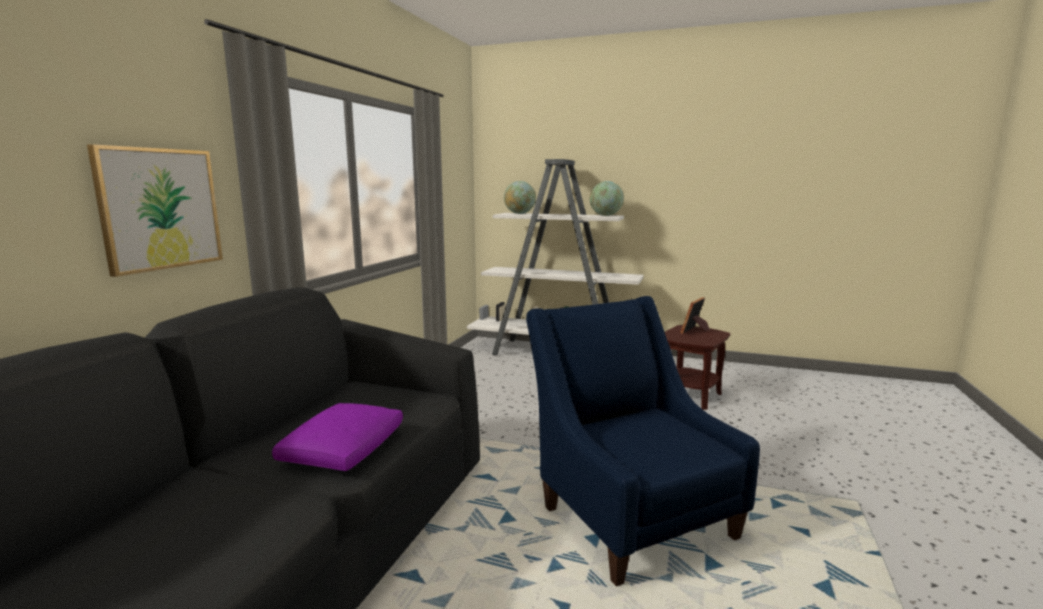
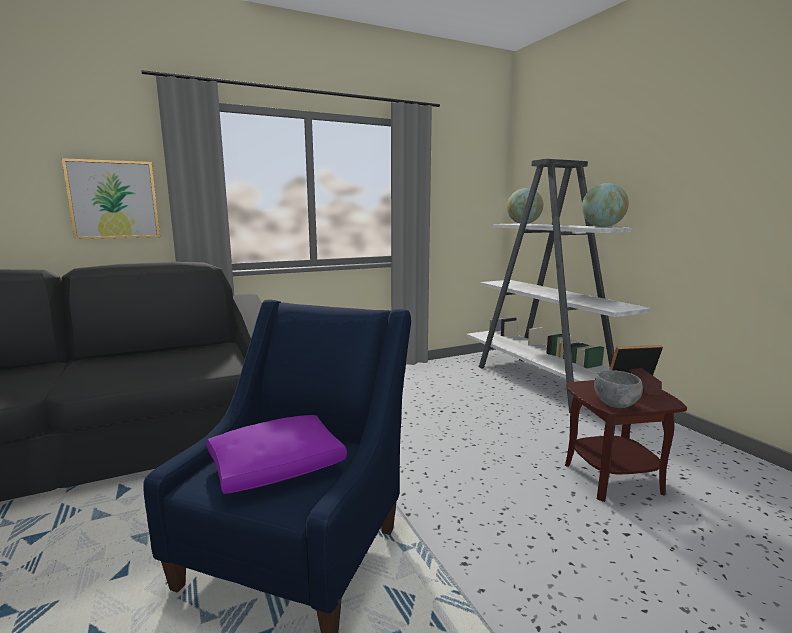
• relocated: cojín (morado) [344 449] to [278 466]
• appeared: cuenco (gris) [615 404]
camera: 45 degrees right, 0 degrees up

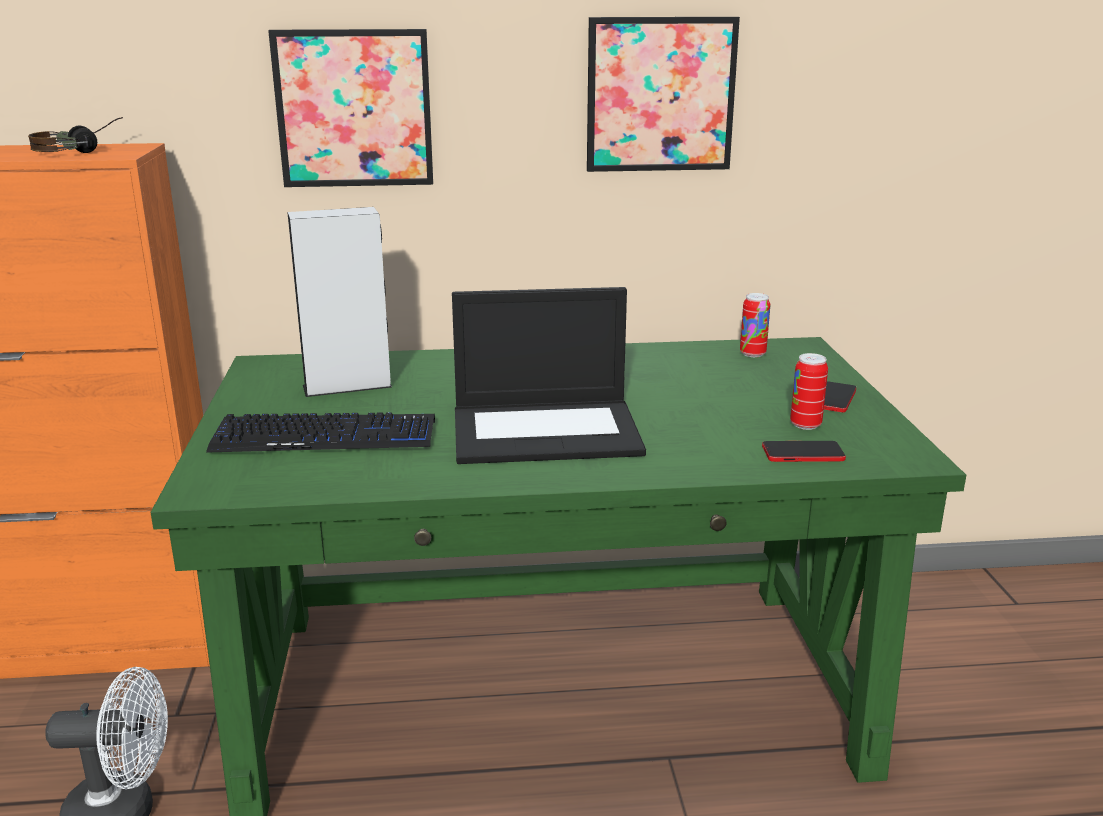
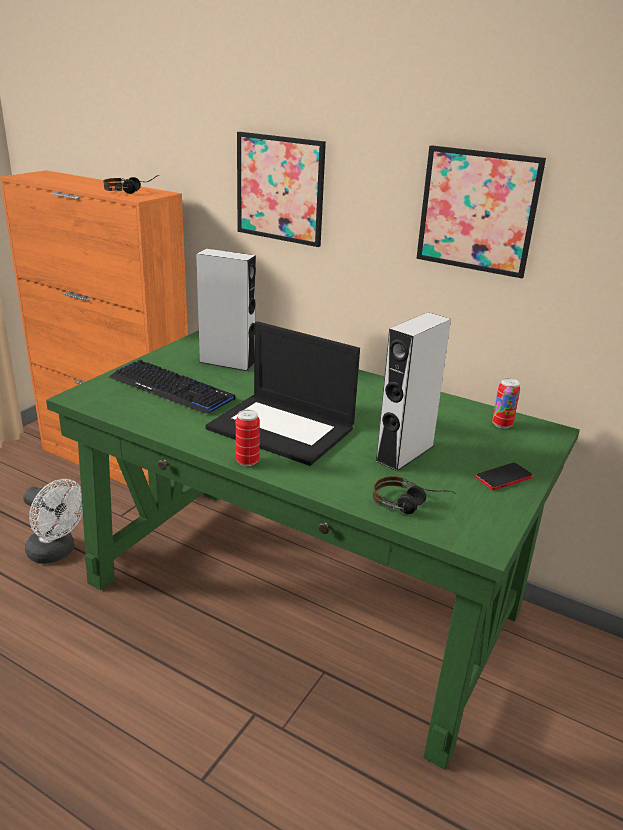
• exchanged: móvil [803 453] to auriculares [411 505]
• relocated: lata [805 425] to [247 461]
• appeared: altavoz (gris) [404 453]
camera: 35 degrees right, 5 degrees up

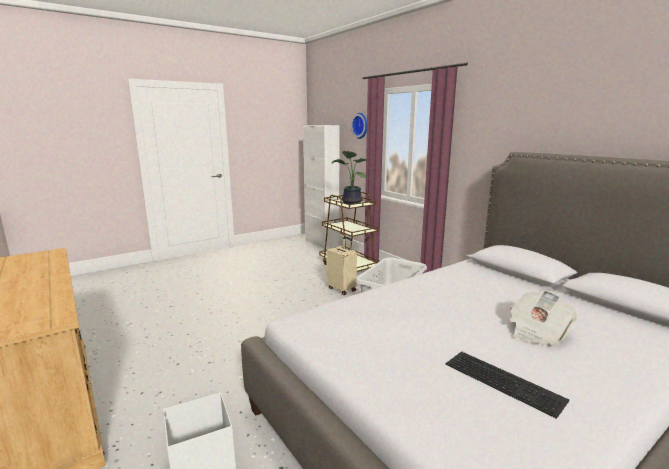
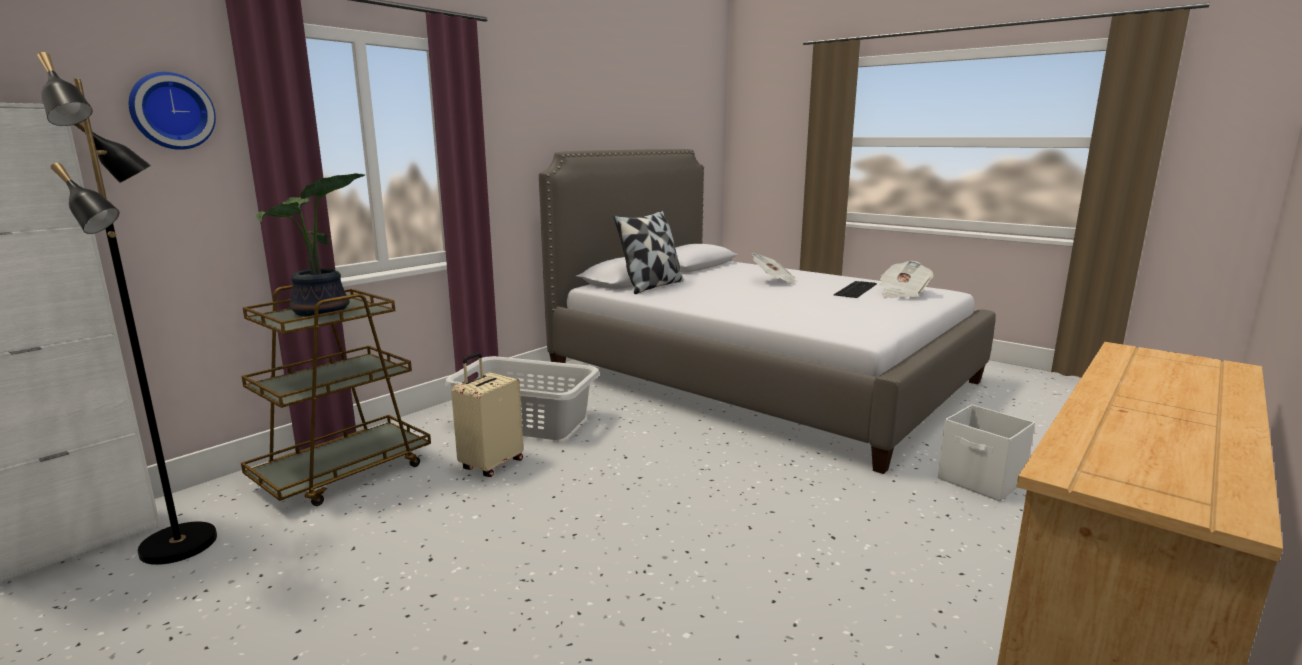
• appeared: lámpara de pie (negro) [181 545]
• appeared: cojín [651 286]
• appeared: periódico [902 294]
camera: 105 degrees left, 0 degrees up

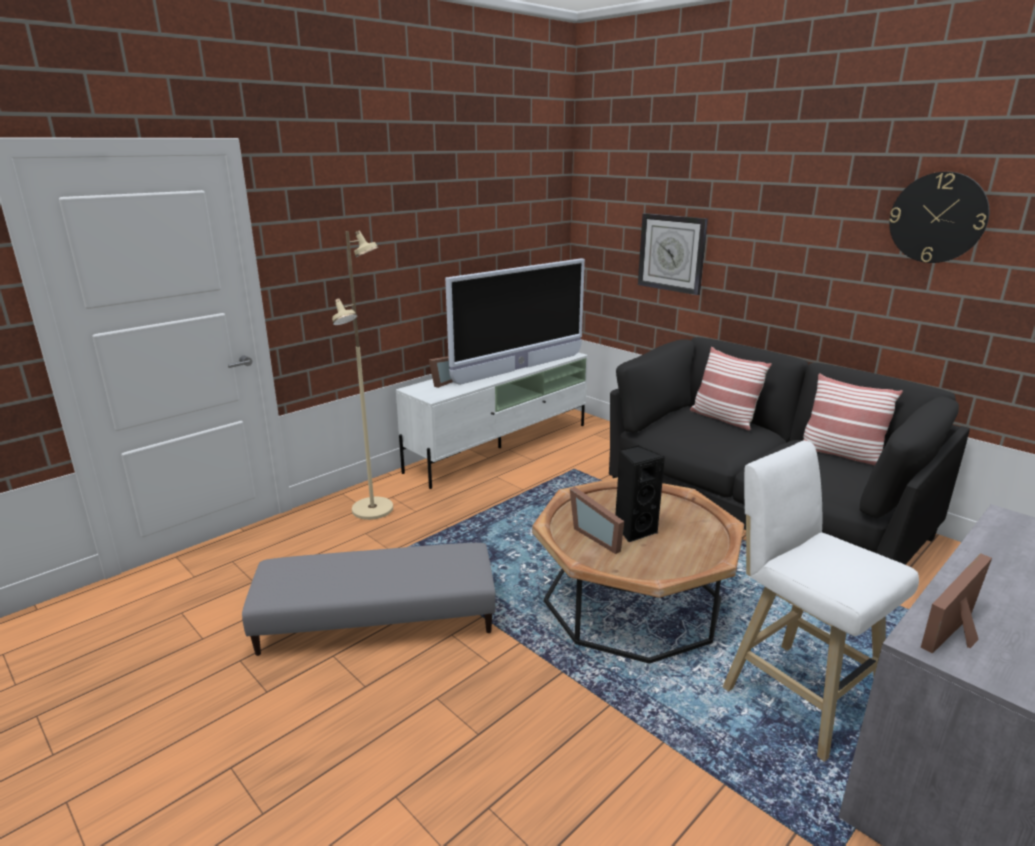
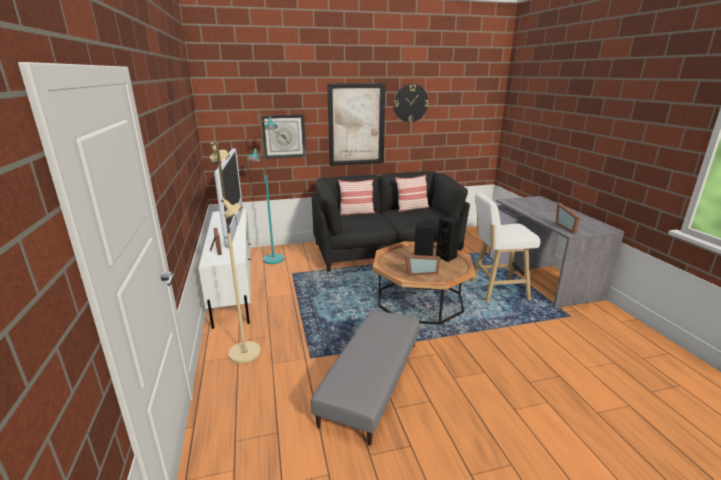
• appeared: lámpara de pie (turquesa) [273 259]
• appeared: cuadro [356 125]
• appeared: altavoz (negro) [447 257]
camera: 60 degrees left, 0 degrees up

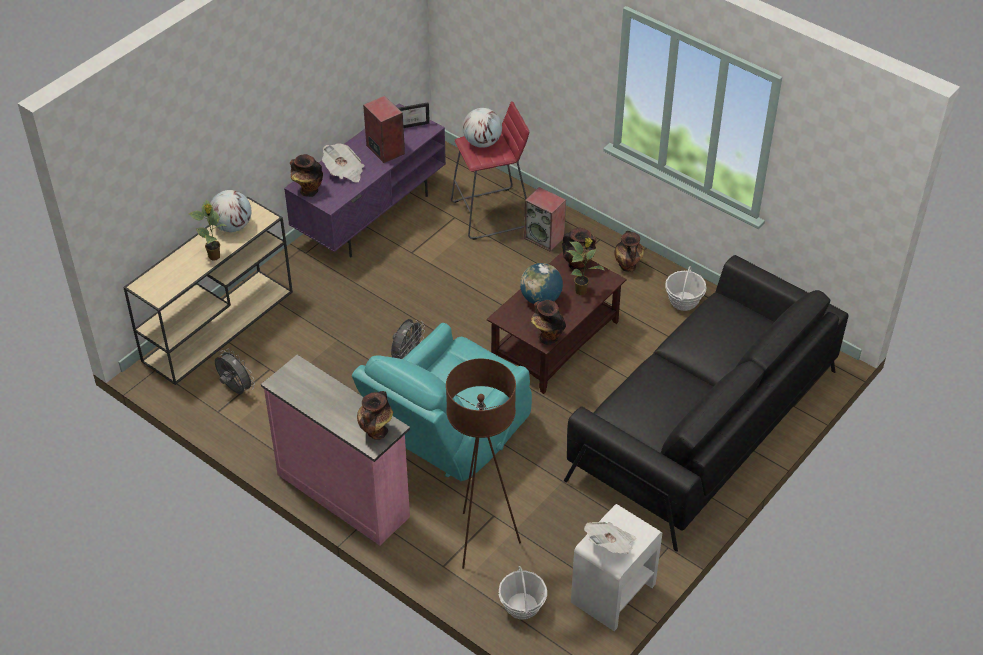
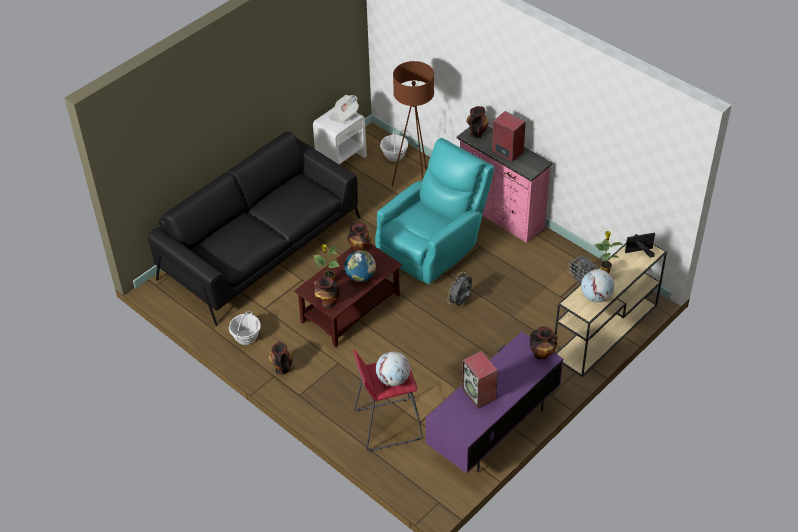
• missing: periódico [344 172]
• relocated: portarretratos [412 123] to [639 252]
• relocated: altavoz [544 238] to [507 151]
camera: 175 degrees left, 0 degrees up

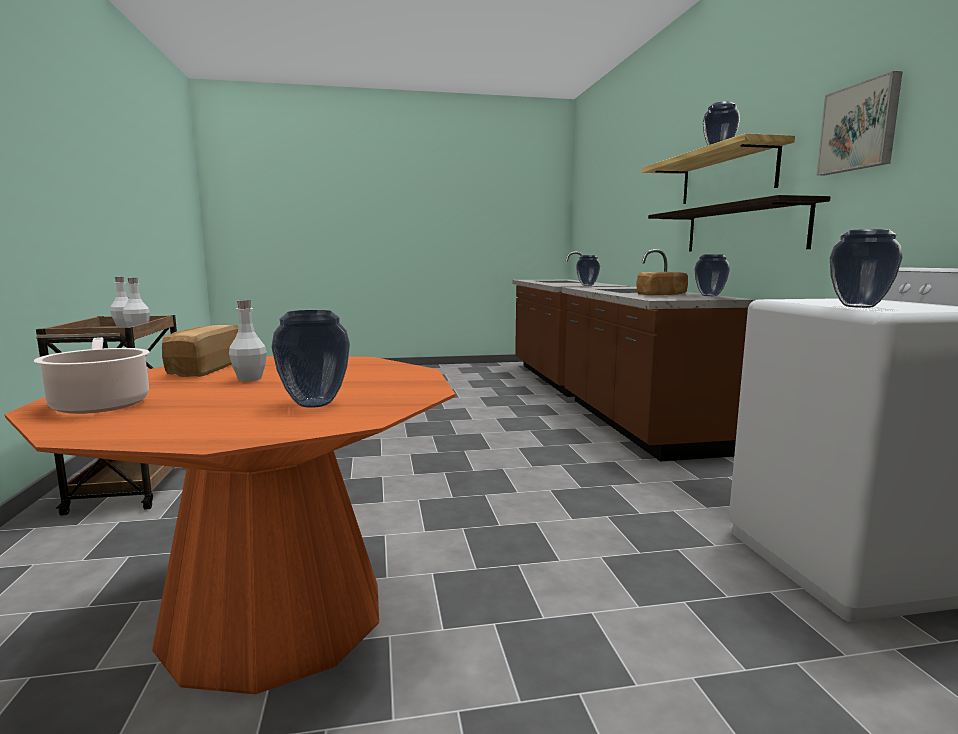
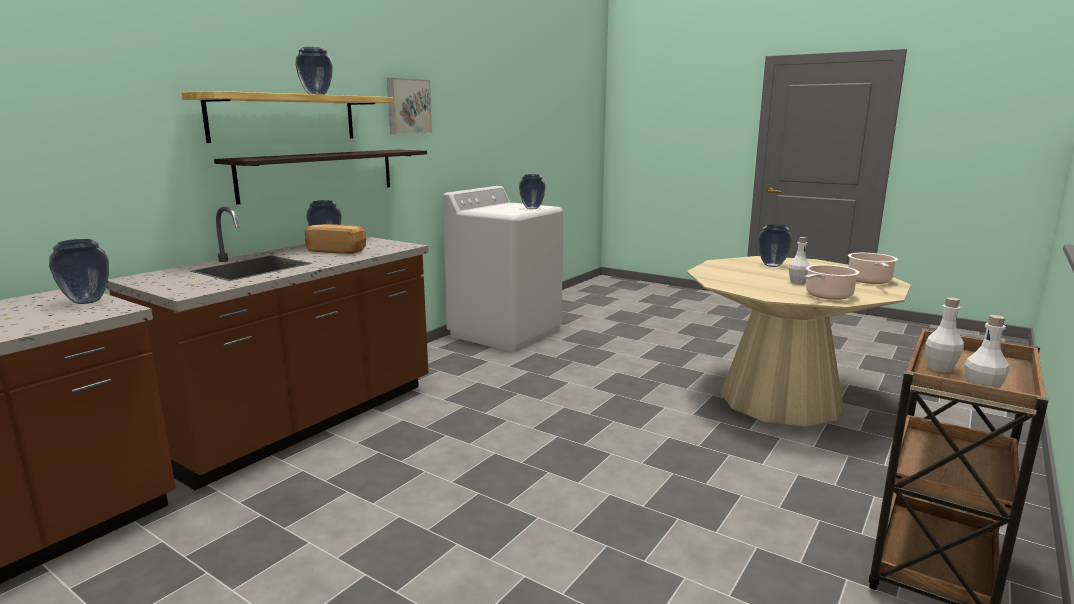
• colour: mesa de comedor (naranja) [274 614] to mesa de comedor (beis) [780 400]
• exchanged: pan [203 369] to olla [827 296]
camera: 135 degrees left, 5 degrees up

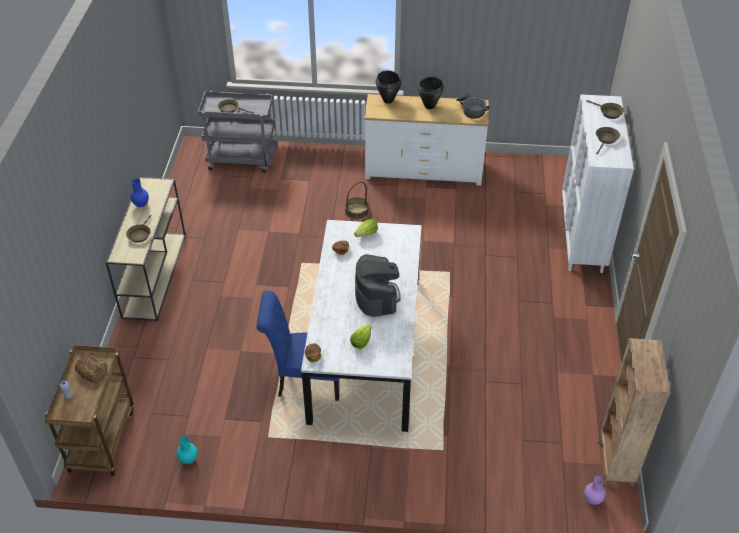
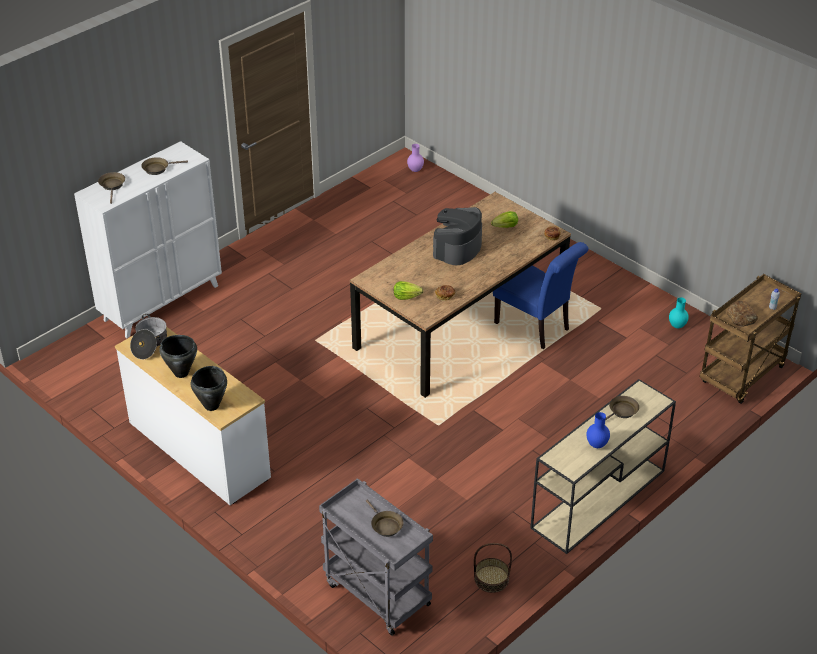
• colour: mesa de comedor (blanco) [365 347] to mesa de comedor (marrón) [460 325]
• relocated: cesta [356 211] to [491 579]
• missing: estantería (marrón) [614 464]
camera: 140 degrees left, 5 degrees down

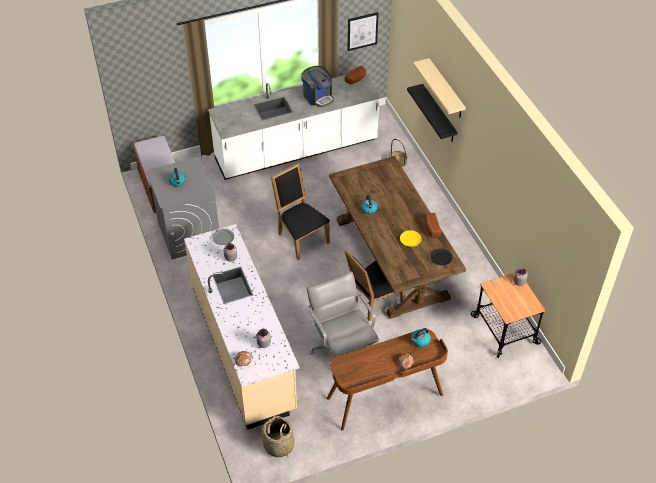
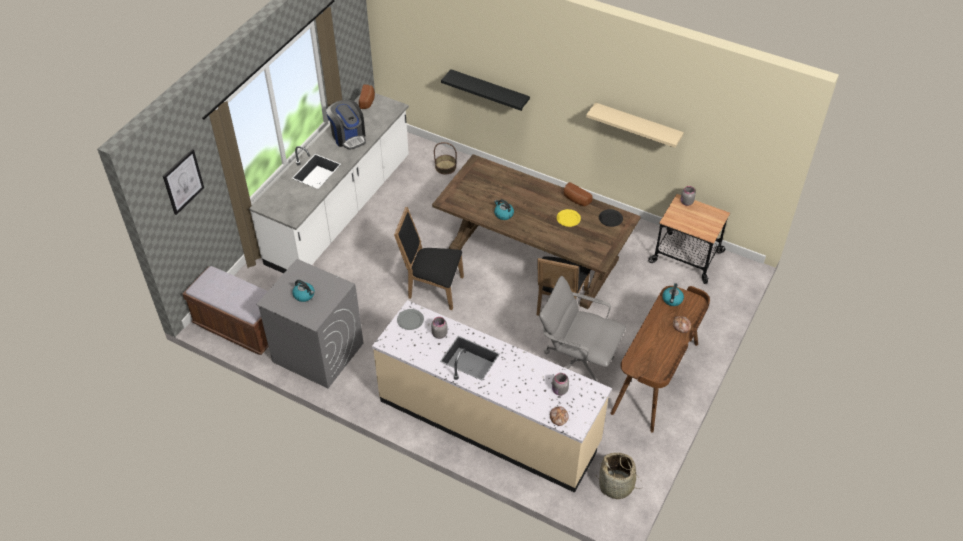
• spun: cafetera [317 96] = [348 136] 45 degrees clockwise
• relocated: cuadro [362 31] to [183 181]
• relocated: estante (beis) [446 89] to [637 125]
camera: 40 degrees left, 0 degrees up

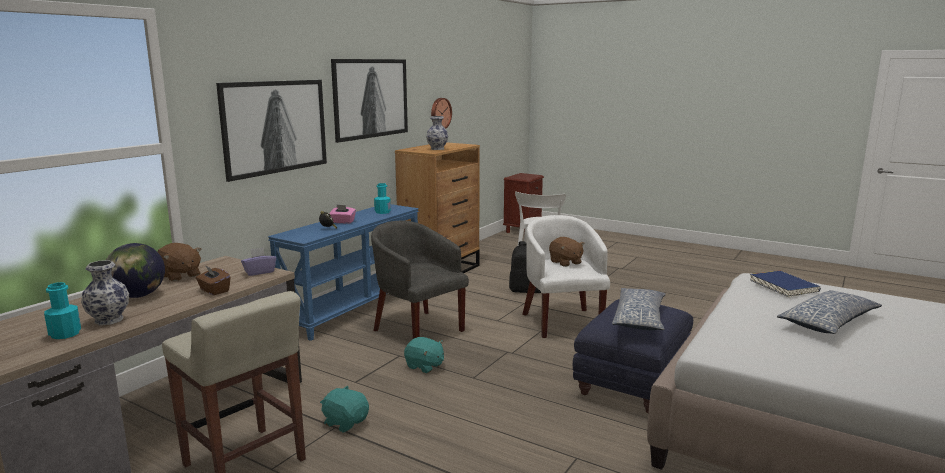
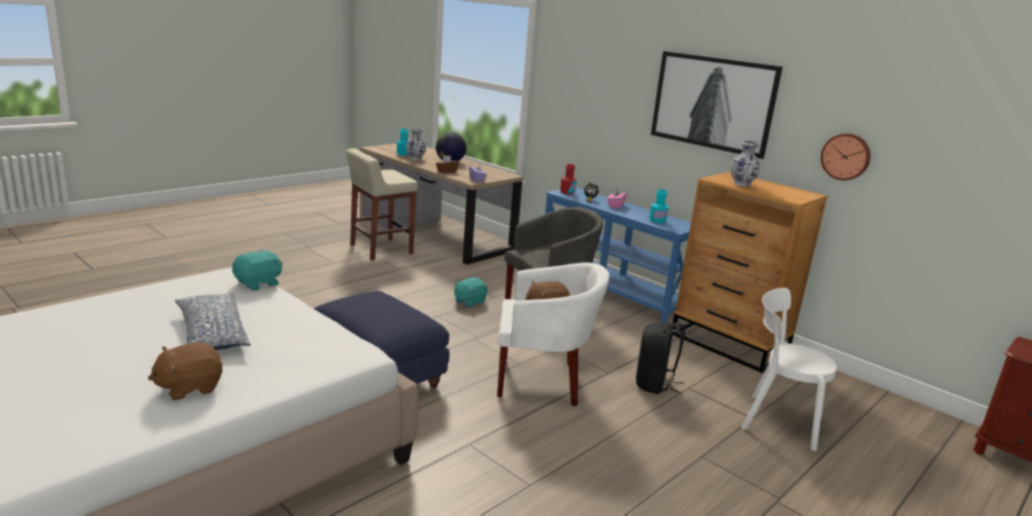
• relocated: peluche (marrón) [180 276] to [189 387]
• missing: cuadro [274 127]
• relocated: peluche (turquesa) [345 422] to [258 284]
• missing: cojín [639 318]
• missing: libro (azul) [783 286]
• appeared: botella (rojo) [567 192]
camera: 100 degrees right, 5 degrees up

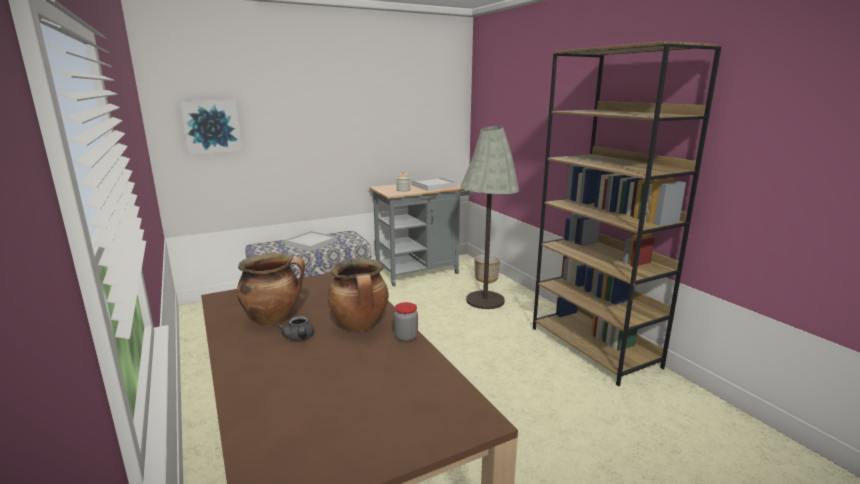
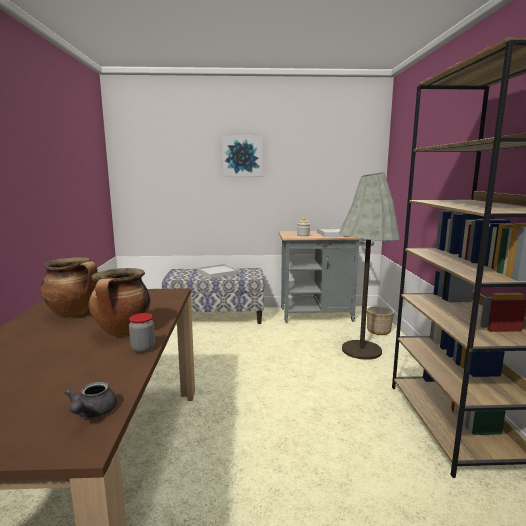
• relocated: cuadro [212 126] to [242 156]
• relocated: tetera (gris) [299 338] to [92 413]
camera: 25 degrees right, 5 degrees down

